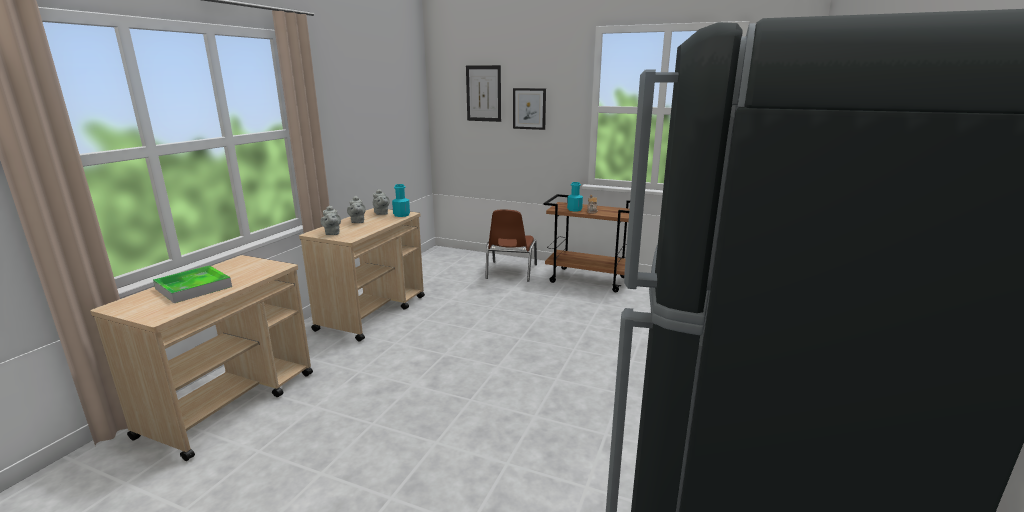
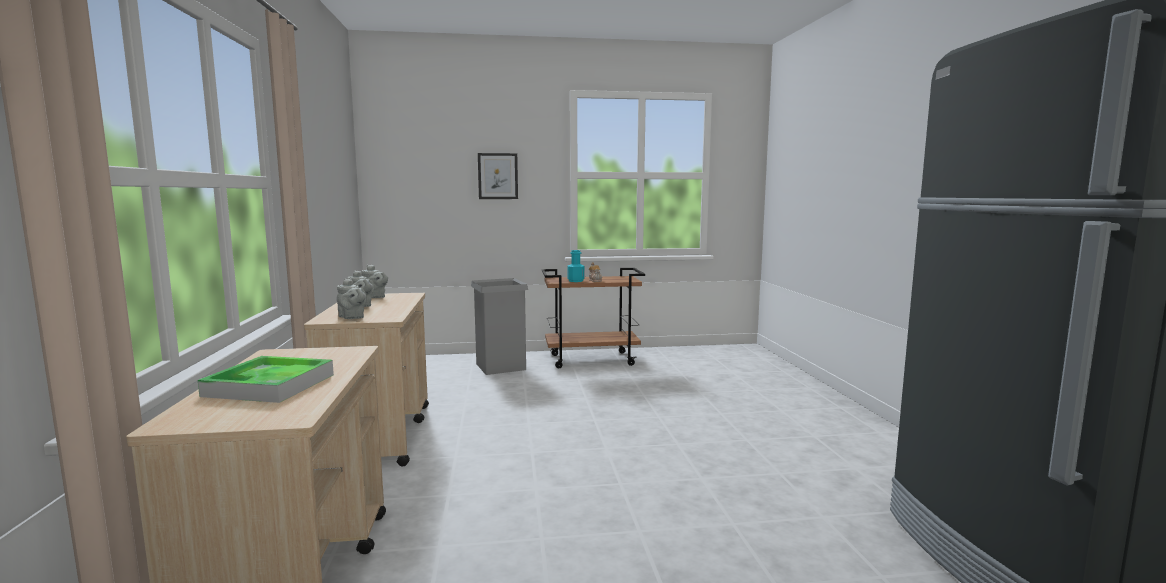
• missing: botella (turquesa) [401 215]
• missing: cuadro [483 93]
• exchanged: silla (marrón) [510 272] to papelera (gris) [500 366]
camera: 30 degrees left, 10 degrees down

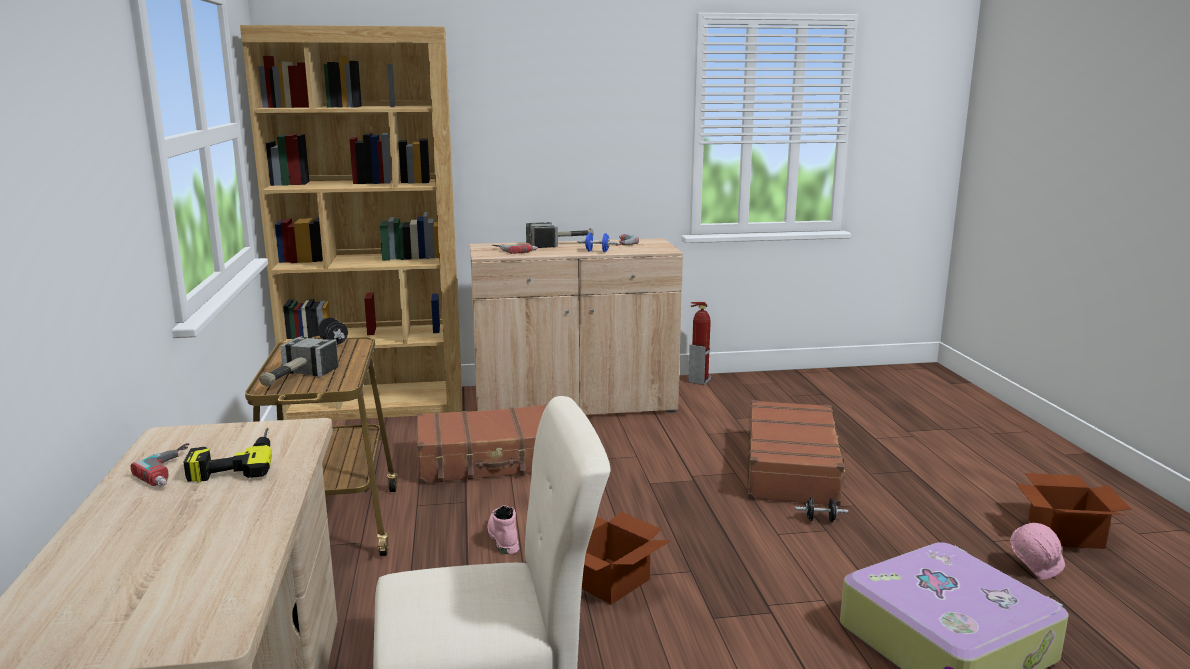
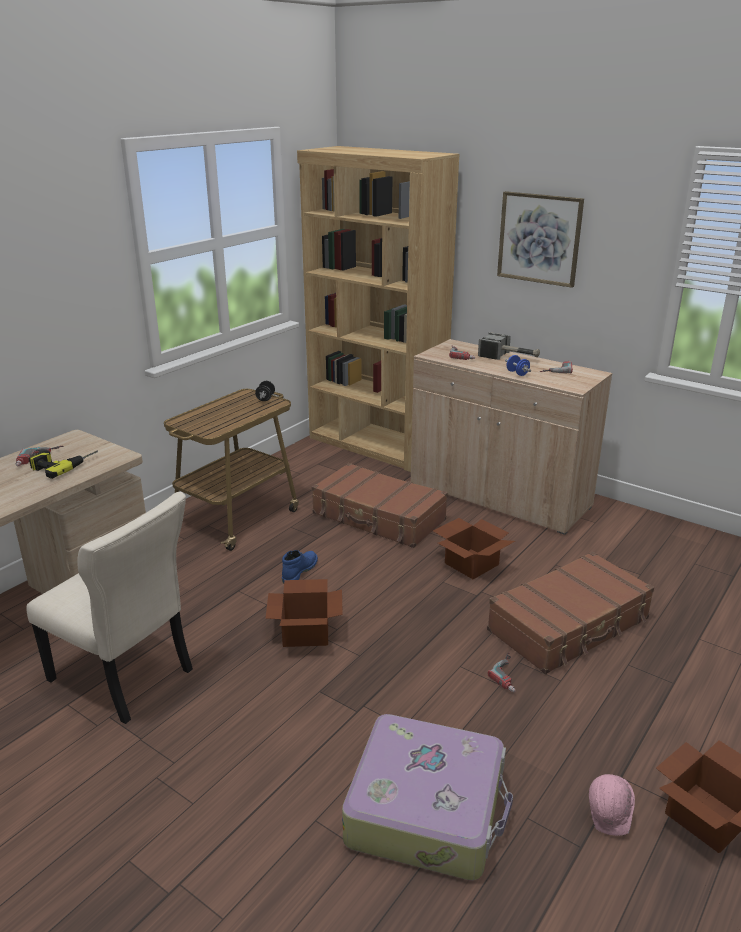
• missing: martillo [295 379]
• colour: bota (rosa) [502 537] to bota (azul) [299 571]
• missing: extintor [699 381]
• exchanged: mancuerna (negro) [820 520] to taladro [510 675]
• appeared: caja de cartón [471 563]
• appeared: cuadro [539 238]
camera: 45 degrees right, 10 degrees up

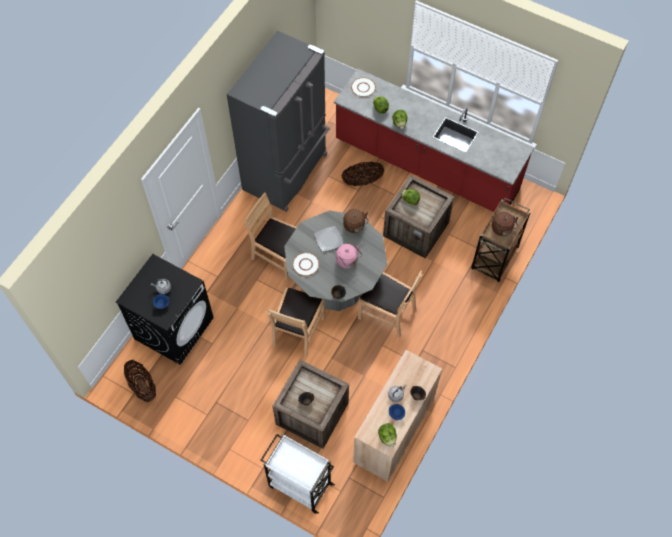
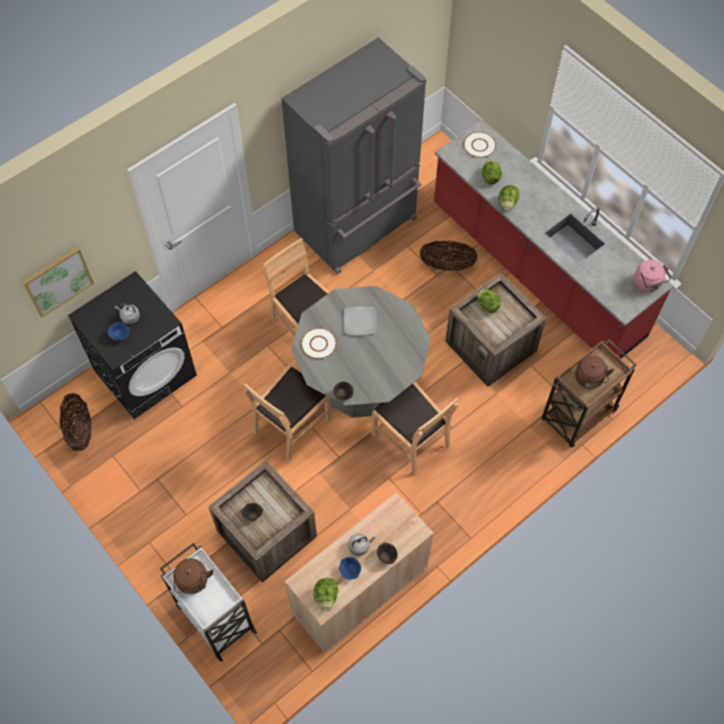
• relocated: hervidor (rosa) [348 261] to [648 284]
• relocated: hervidor (marrón) [355 226] to [193 582]
• appeared: cuadro [58 281]
camera: 20 degrees right, 0 degrees up

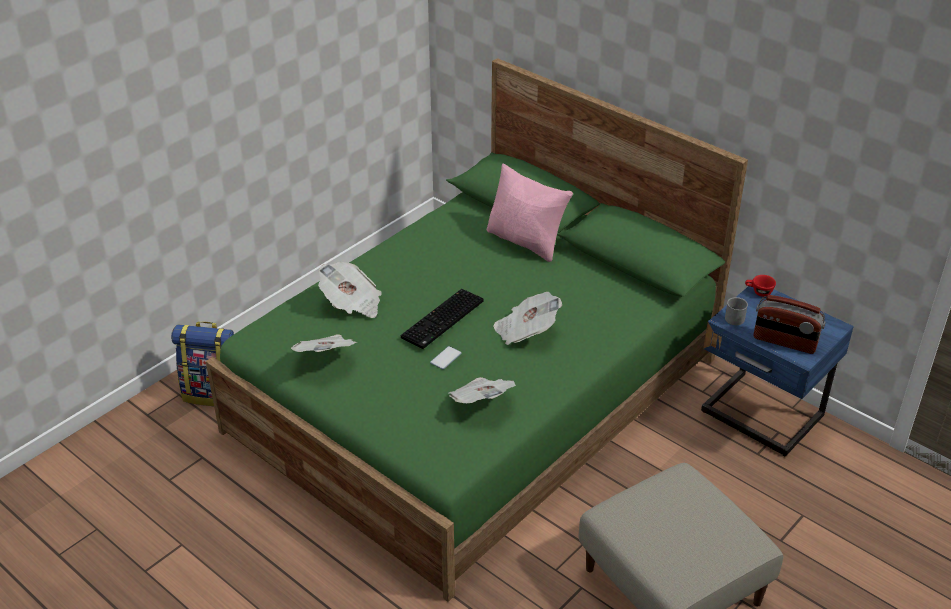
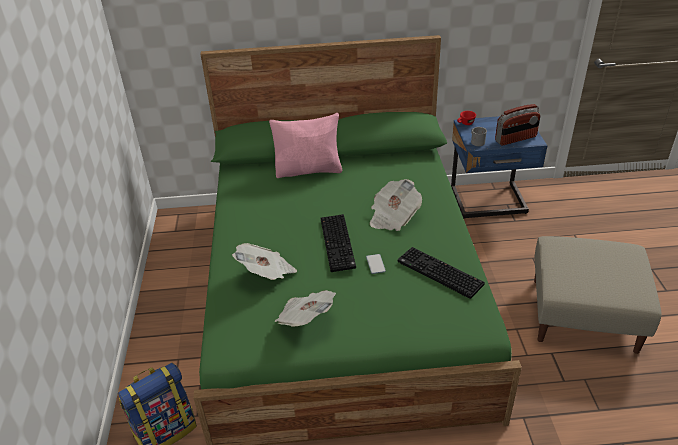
• exchanged: periódico [481 402] to teclado [438 273]
camera: 45 degrees left, 0 degrees up

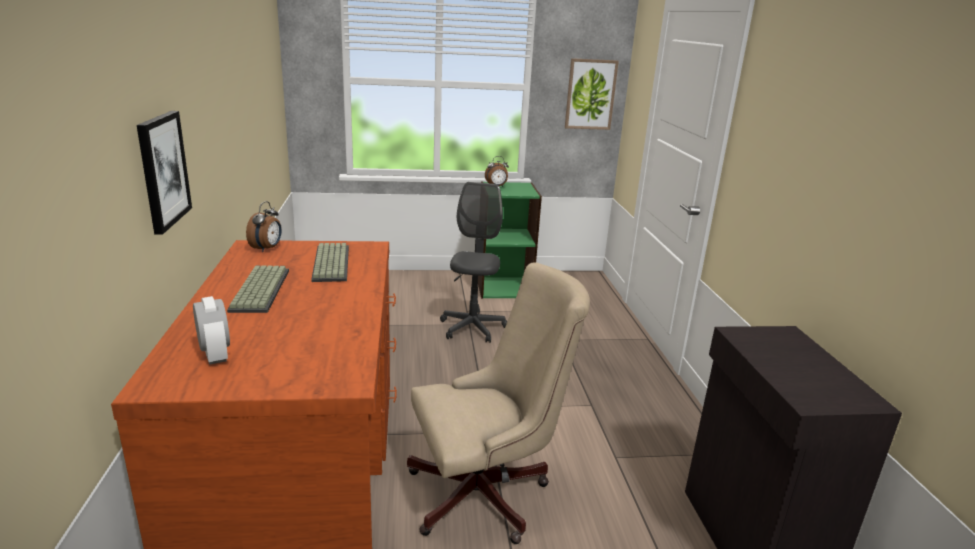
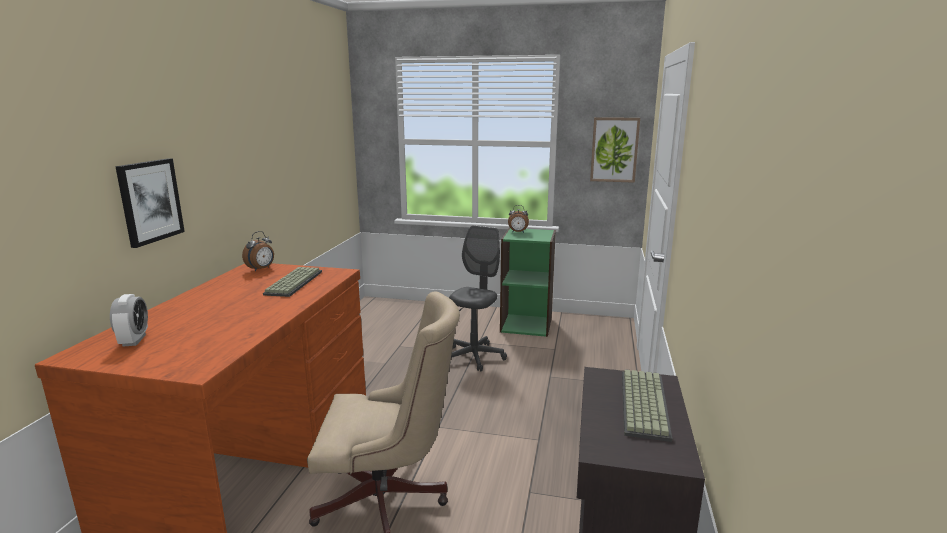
• relocated: teclado [259 289] to [642 403]
camera: 20 degrees right, 5 degrees down

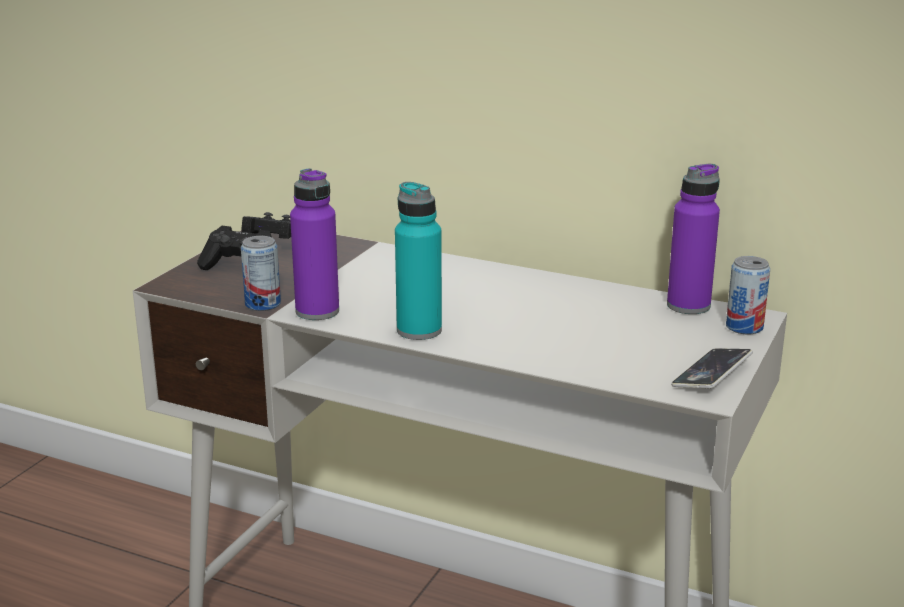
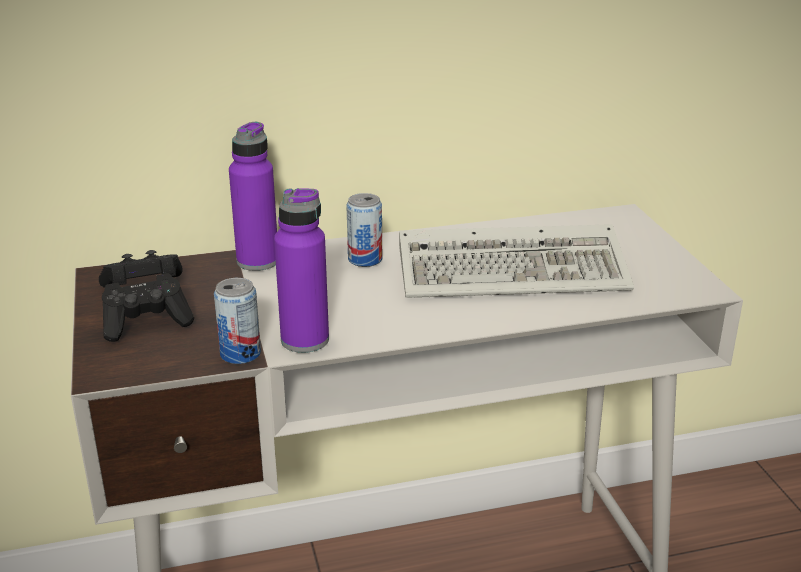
• missing: botella (turquesa) [419 330]
• relocated: botella (morado) [688 306] to [257 261]
• missing: móvil [711 374]
• relocated: lata [744 327] to [365 259]
• appeared: teclado [517 271]
camera: 40 degrees left, 5 degrees up

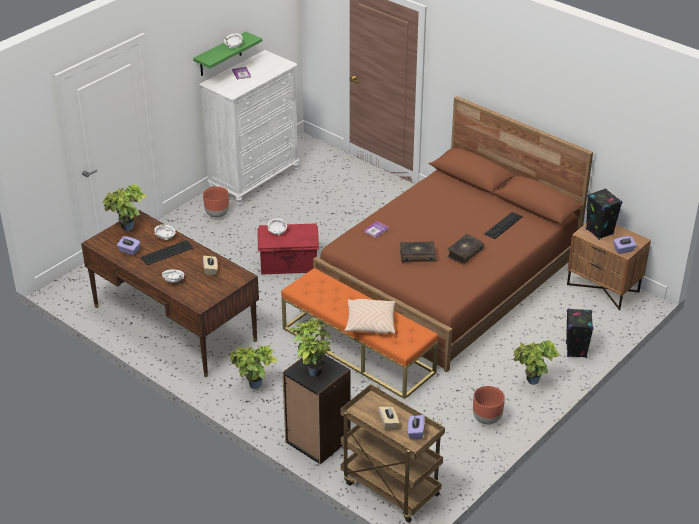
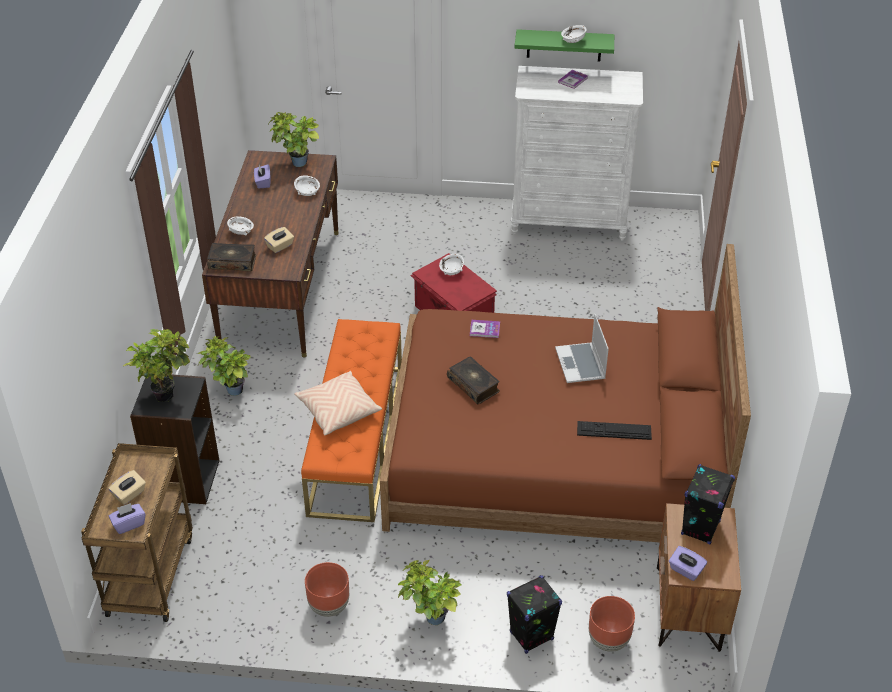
• missing: teclado [166 252]
• relocated: maceta (marrón) [217 214] to [608 641]
• relocated: libro [464 253] to [232 262]
• appeared: portátil [581 364]
camera: 55 degrees right, 5 degrees up

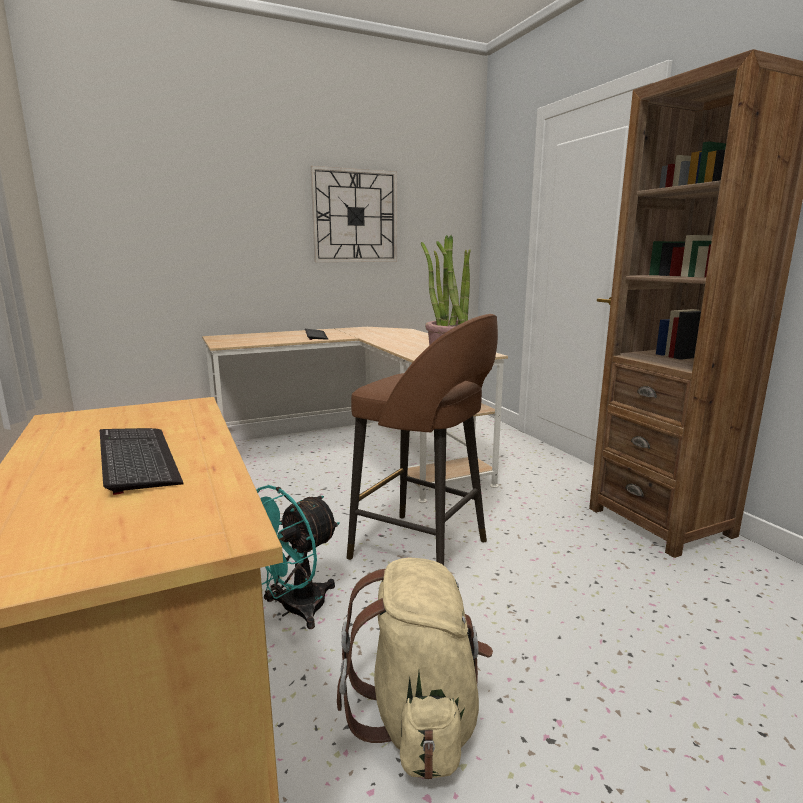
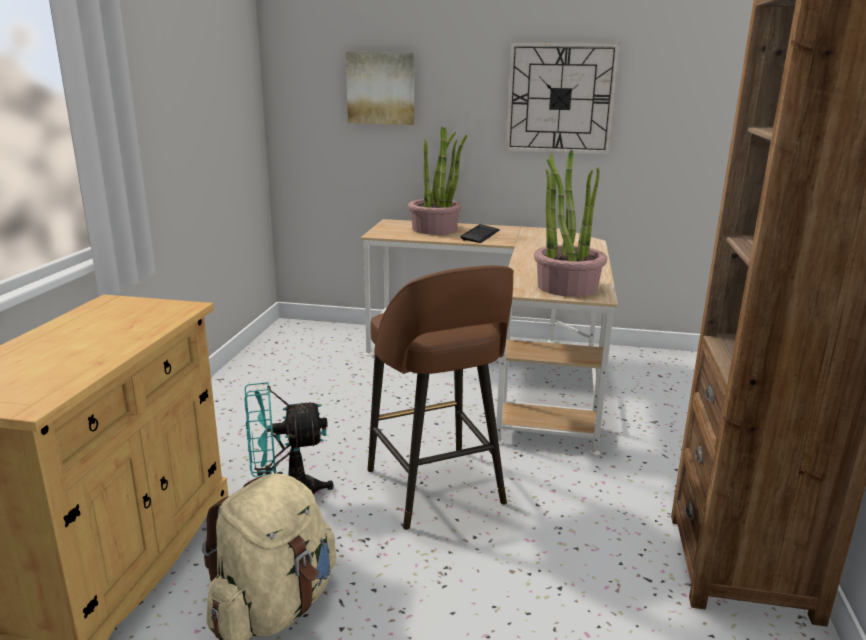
• missing: teclado [138 459]
• appeared: cuadro [381 88]
• appeared: planta en maceta [435 229]
camera: 35 degrees right, 5 degrees up

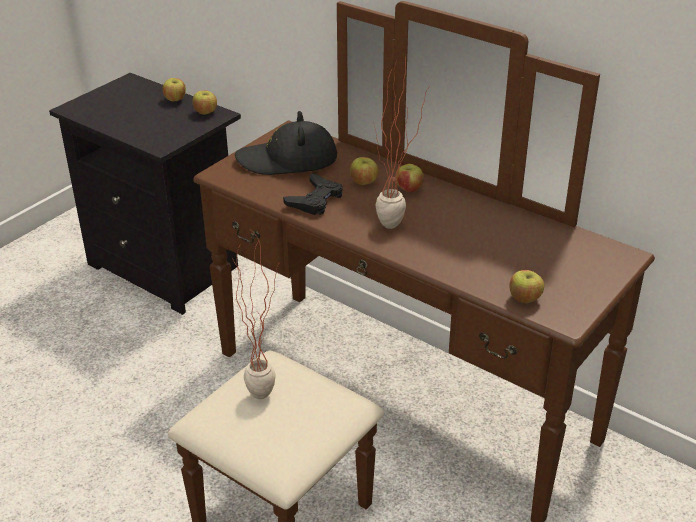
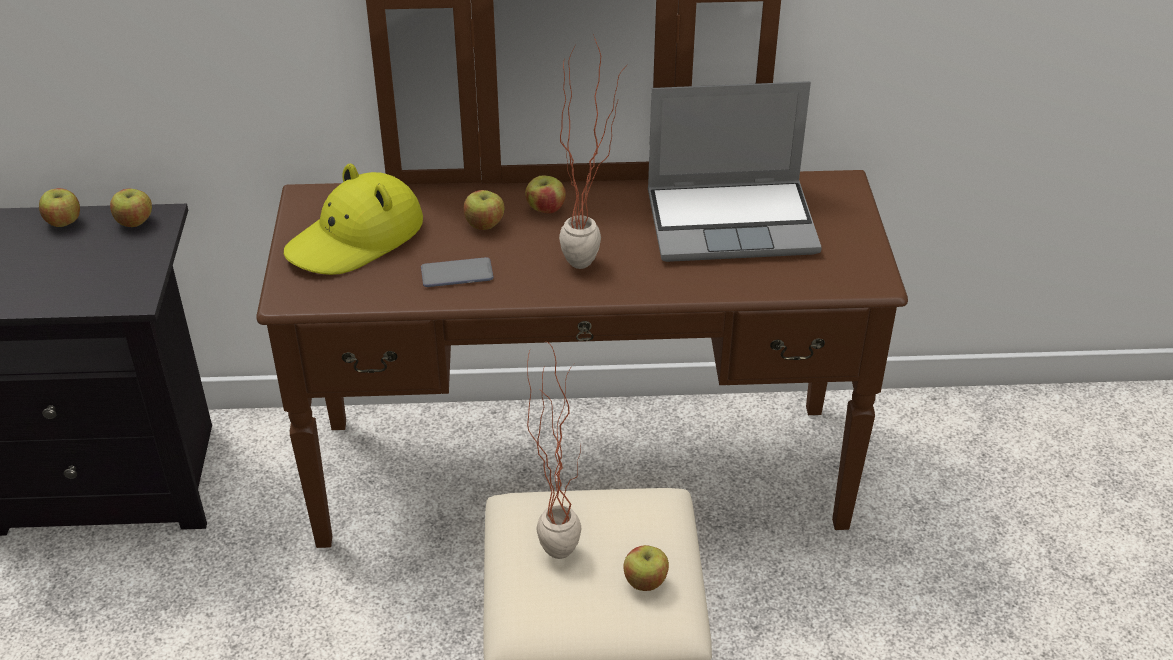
• colour: sombrero (negro) [288 160] to sombrero (amarillo) [356 238]
• exchanged: mando de consola (negro) [315 200] to móvil [457 274]
• relocated: manzana [524 298] to [645 581]
• appeared: portátil [733 221]
camera: 40 degrees left, 5 degrees up

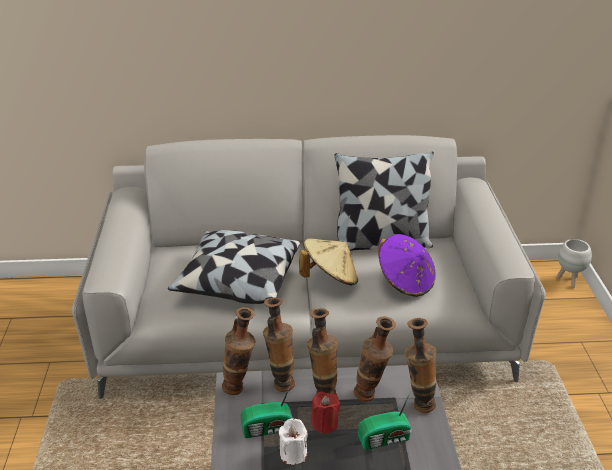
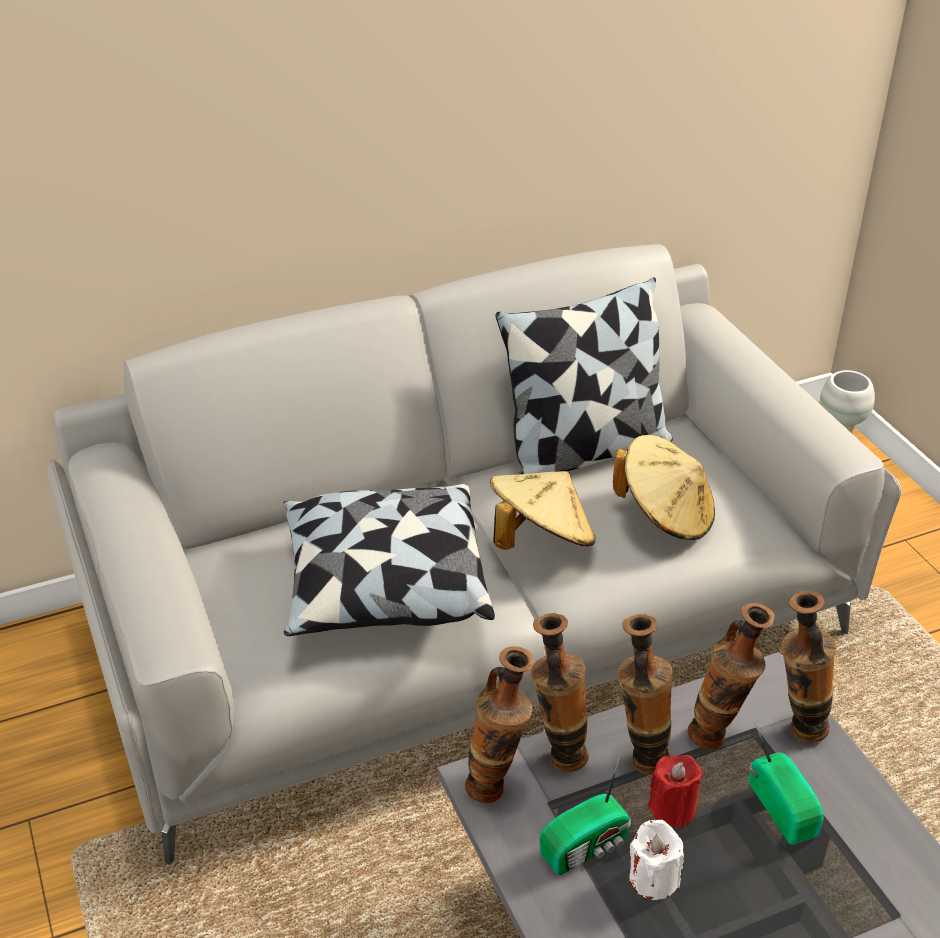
• spun: radio [385 439] = [783 806] 75 degrees counterclockwise
• colour: sombrero (morado) [405 282] to sombrero (beis) [665 515]
camera: 20 degrees left, 5 degrees up

